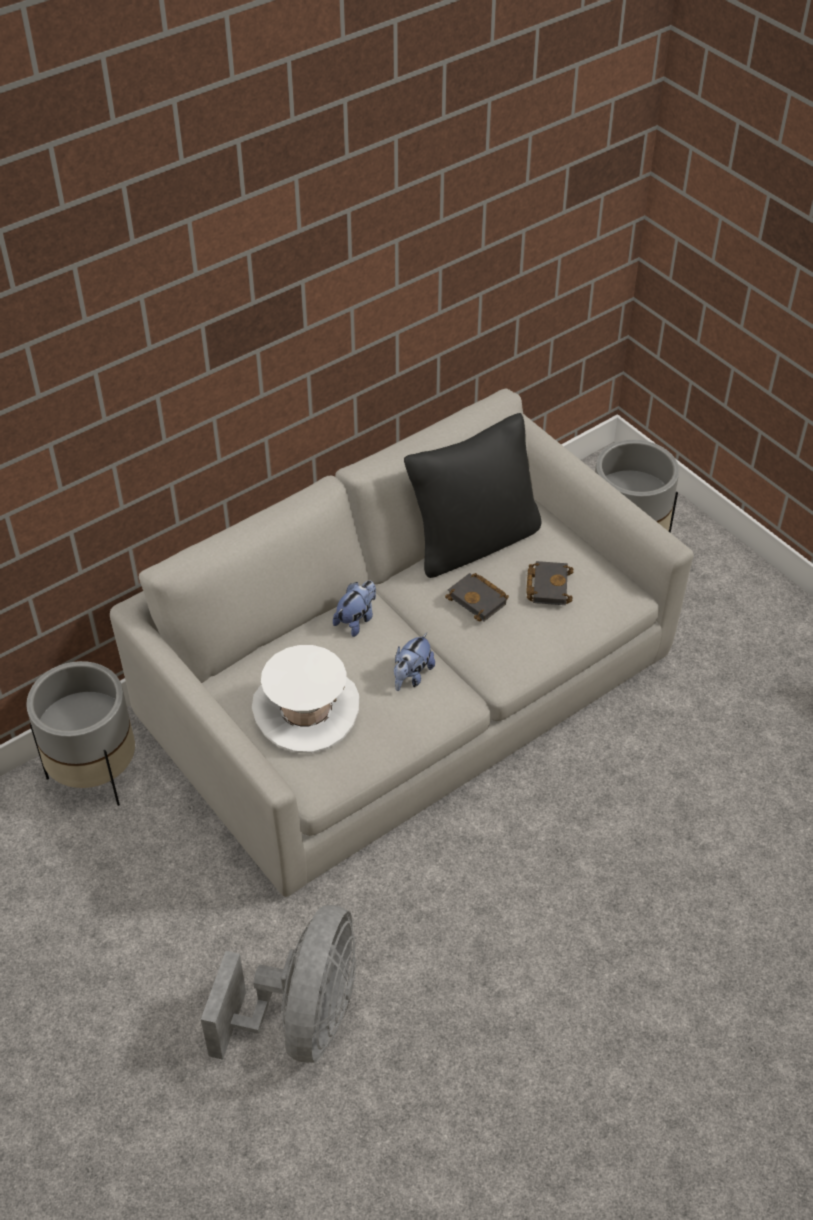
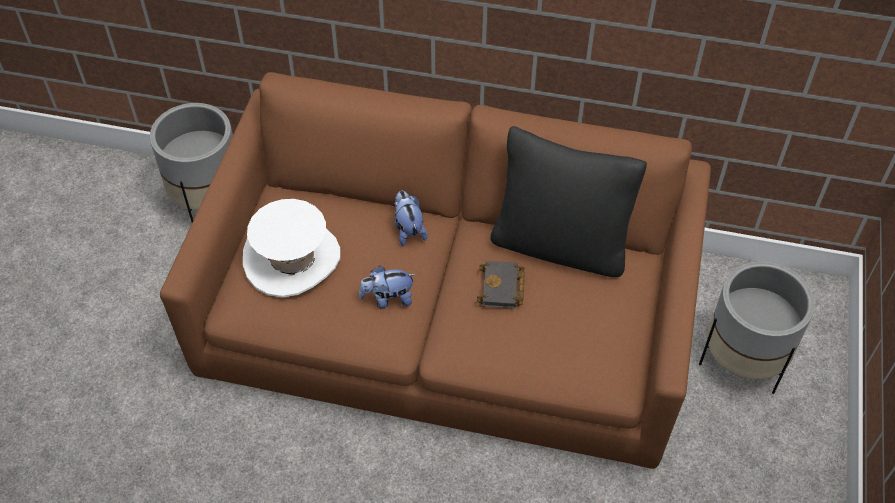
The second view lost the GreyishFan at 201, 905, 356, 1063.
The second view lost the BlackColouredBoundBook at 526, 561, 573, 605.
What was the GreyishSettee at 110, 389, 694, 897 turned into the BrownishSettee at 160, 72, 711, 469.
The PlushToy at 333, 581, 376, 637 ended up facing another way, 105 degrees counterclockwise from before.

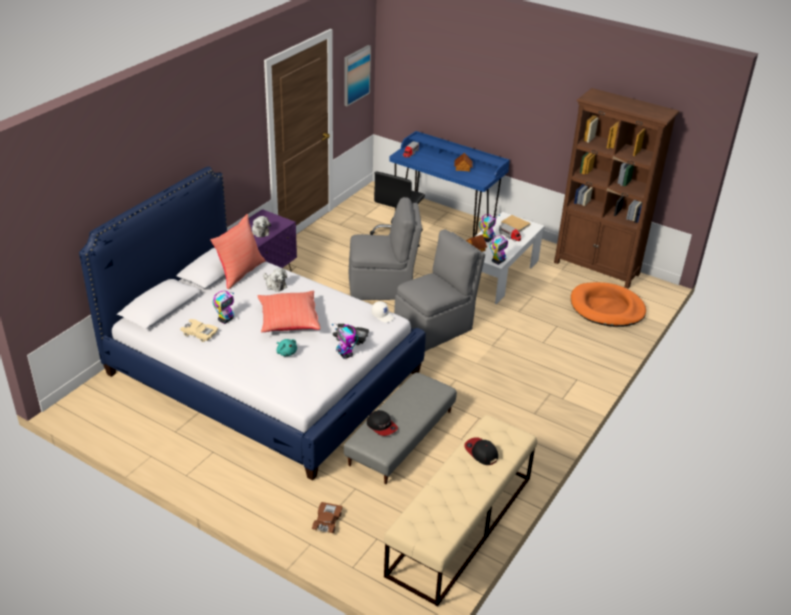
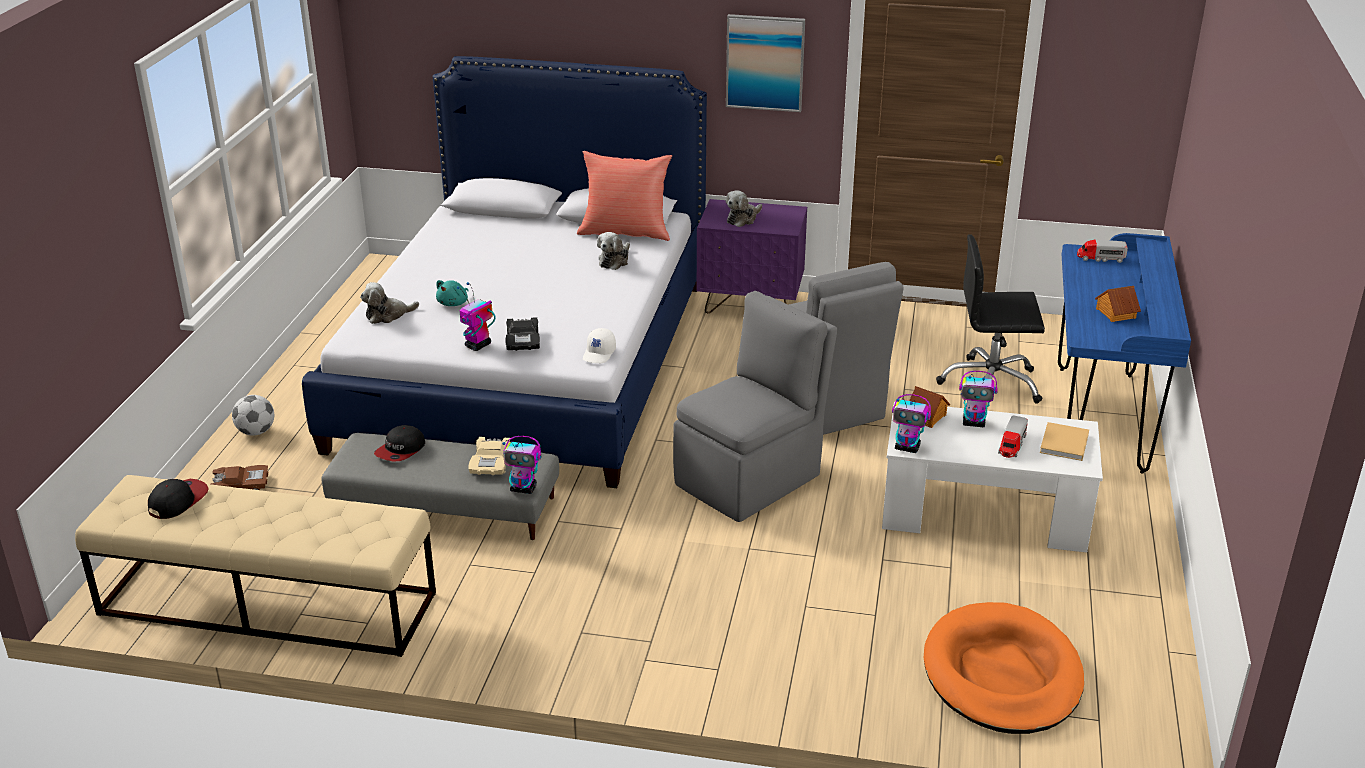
The second view lost the ReddishThrowPillow at 257, 290, 321, 332.
The second view lost the BrownishBookcase at 554, 88, 679, 289.
The second view gained the Football at 232, 395, 274, 435.
The second view gained the PlushToy at 360, 282, 419, 324.
The BeigeModelCar ended up elsewhere, having gone from 180, 319, 218, 342 to 468, 437, 510, 475.
The RobotFigure ended up elsewhere, having gone from 213, 291, 234, 324 to 502, 436, 541, 494.
The WallArt ended up elsewhere, having gone from 344, 45, 371, 106 to 726, 14, 805, 112.
The PeakedCap ended up elsewhere, having gone from 464, 437, 498, 465 to 148, 479, 209, 519.
The GreyishChair at 394, 229, 485, 351 ended up facing another way, 75 degrees counterclockwise from before.

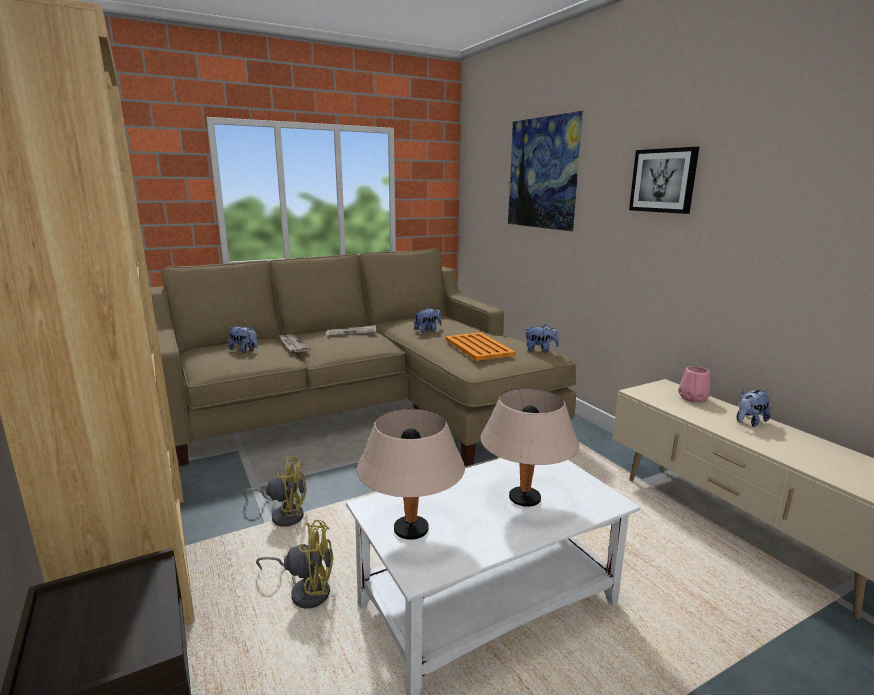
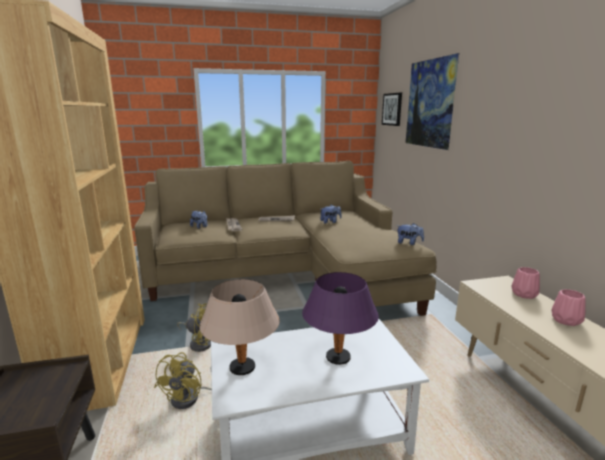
The second view lost the OrangeColouredTray at 445, 332, 515, 361.
The WallArt ended up elsewhere, having gone from 629, 147, 699, 214 to 382, 93, 402, 126.
Where the PlushToy stood at 736, 389, 771, 427, the PinkColouredVase came to stand at 552, 289, 586, 326.
What was the BeigeTableLamp at 480, 388, 579, 507 turned into the PurpleTableLamp at 302, 272, 379, 365.
The YellowishFan at 256, 520, 333, 608 ended up facing another way, 90 degrees clockwise from before.

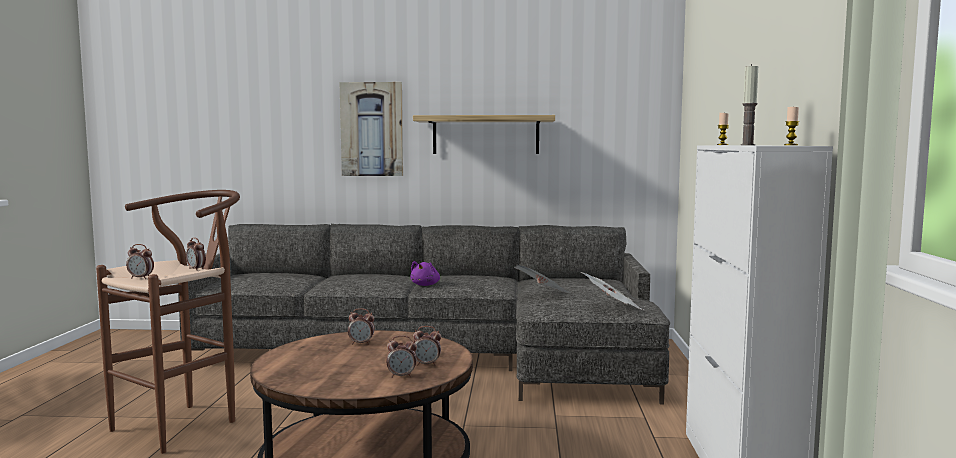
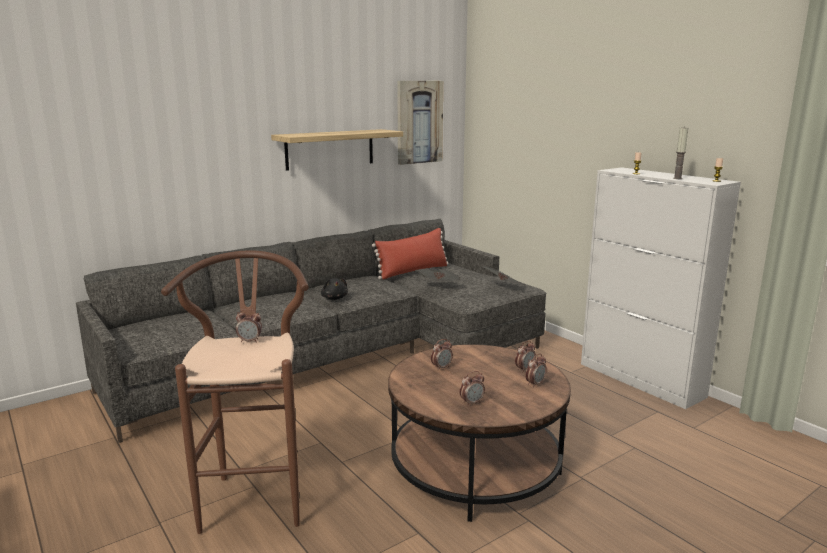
The second view gained the ReddishThrowPillow at 372, 228, 449, 280.
The TableClock ended up elsewhere, having gone from 126, 244, 154, 279 to 459, 371, 485, 406.
The WallArt ended up elsewhere, having gone from 339, 82, 403, 176 to 397, 81, 443, 165.
What was the PurplePlushToy at 411, 261, 440, 286 turned into the BlackColouredPlushToy at 321, 278, 348, 300.

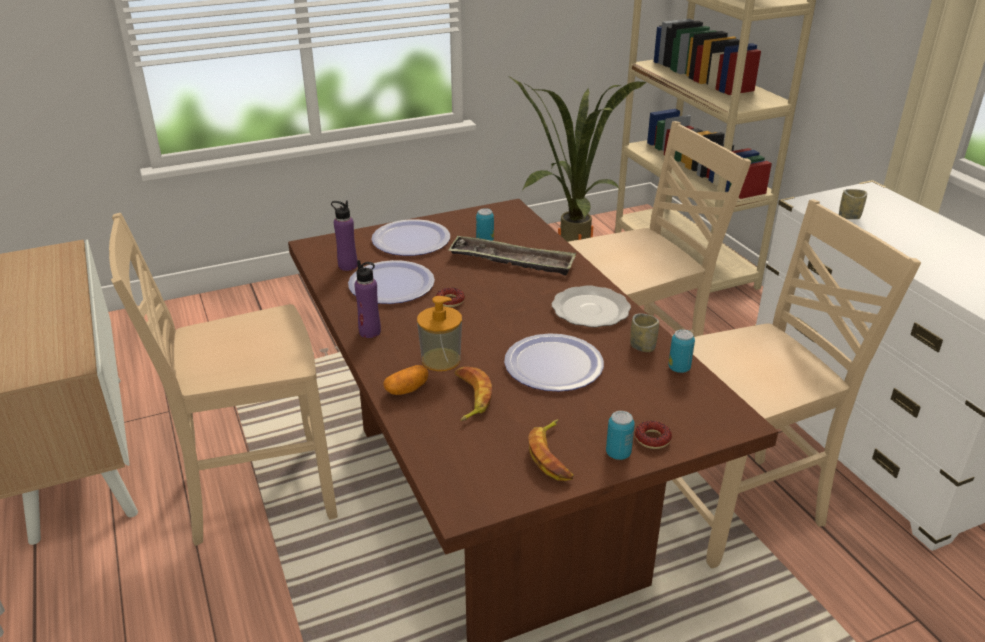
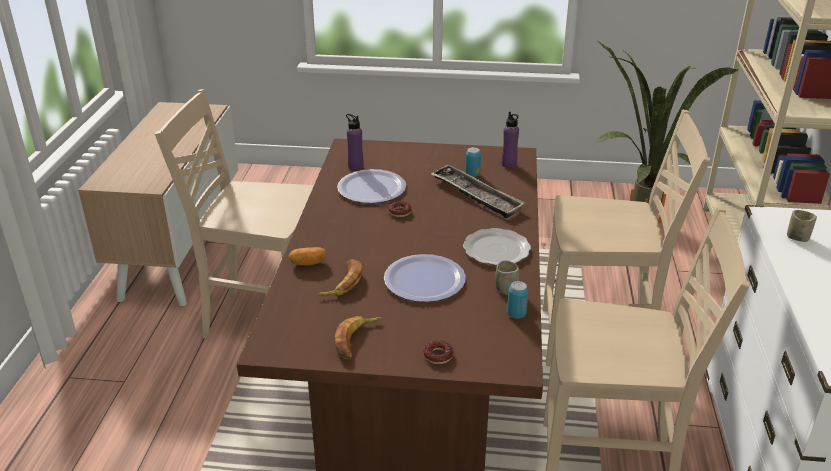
The second view lost the FlatDish at 371, 219, 450, 256.
The second view lost the LiquidSoapBottle at 417, 296, 462, 371.
The second view lost the MetalCan at 606, 411, 635, 460.
The PurpleBottle ended up elsewhere, having gone from 354, 260, 381, 338 to 502, 112, 519, 168.

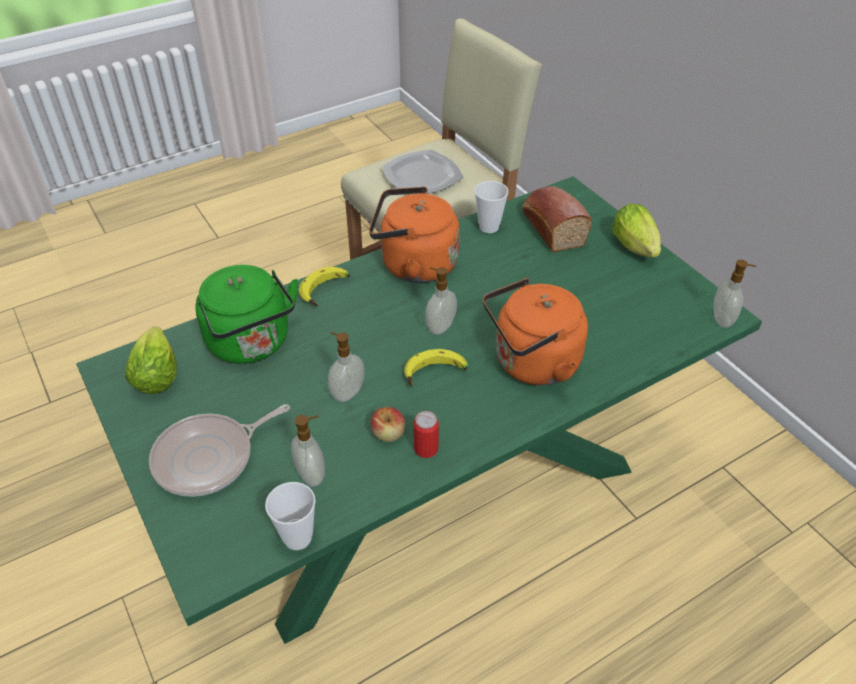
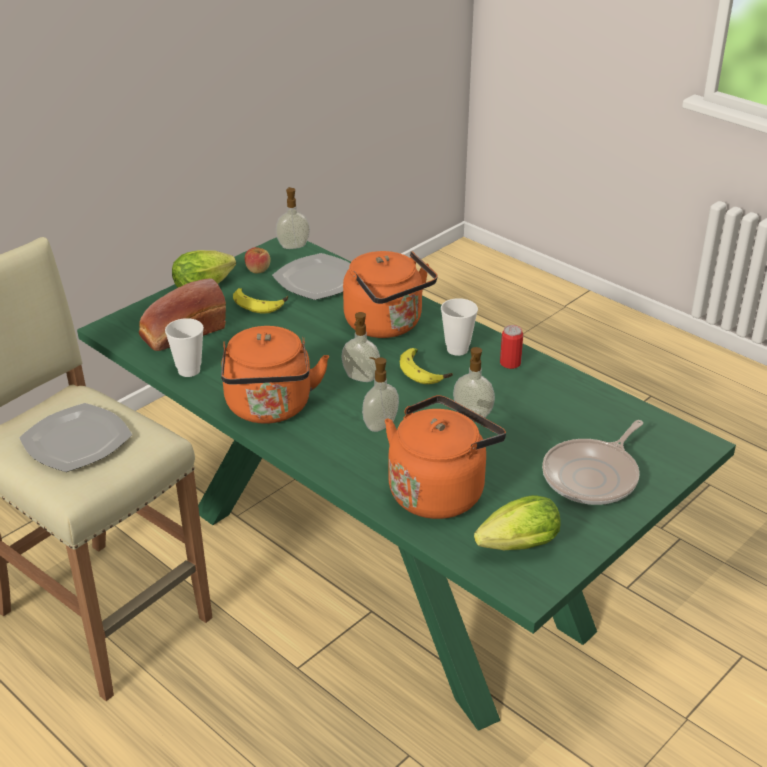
The second view gained the FlatDish at 272, 253, 350, 300.
The SmallCup ended up elsewhere, having gone from 265, 482, 316, 550 to 441, 298, 478, 356.
The LiquidSoapBottle ended up elsewhere, having gone from 291, 415, 325, 487 to 362, 357, 399, 432.
The WholeBanana ended up elsewhere, having gone from 299, 267, 350, 307 to 233, 288, 288, 314.
The WholeApple ended up elsewhere, having gone from 371, 407, 406, 442 to 245, 247, 271, 273.
What was the GreenishWaterKettle at 195, 265, 299, 364 turned into the OrangeColouredWaterKettle at 385, 395, 506, 519.
The Skillet at 149, 404, 290, 497 ended up facing another way, 90 degrees clockwise from before.

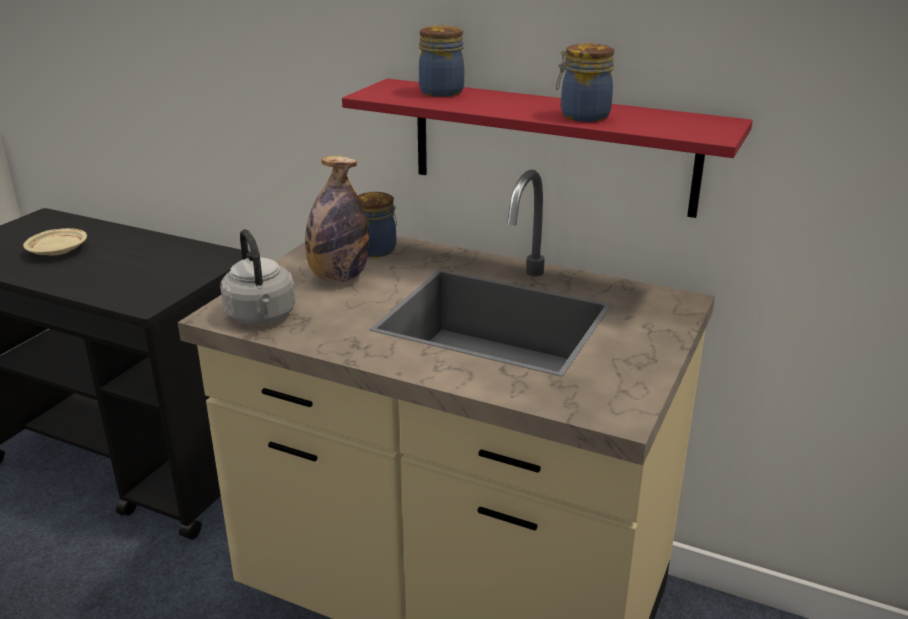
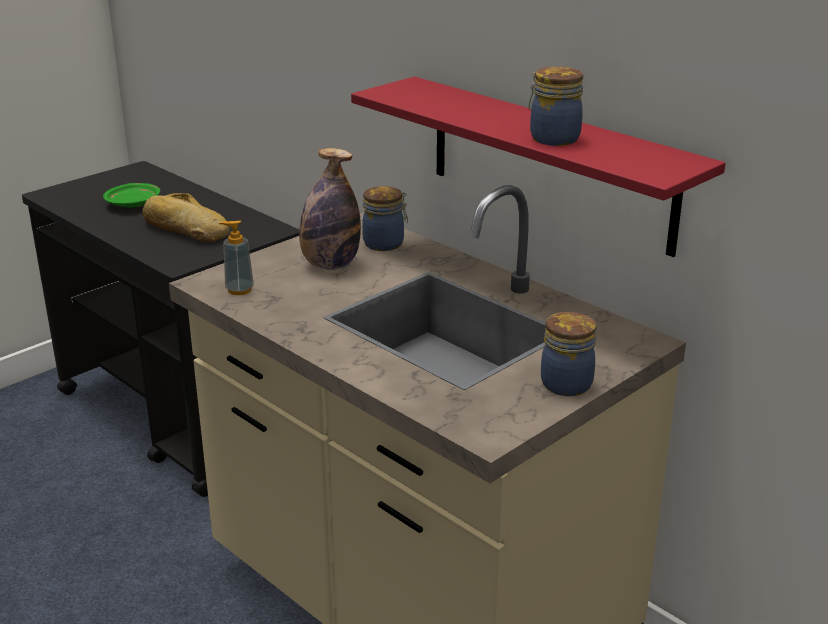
The second view gained the BakeryBread at 142, 193, 229, 243.
The StorageJar ended up elsewhere, having gone from 419, 25, 464, 97 to 541, 312, 596, 396.
Where the GreyishWaterKettle stood at 220, 229, 296, 325, the LiquidSoapBottle came to stand at 219, 220, 254, 295.
What was the BeigeFlatDish at 23, 228, 87, 256 turned into the GreenishFlatDish at 103, 183, 160, 207.

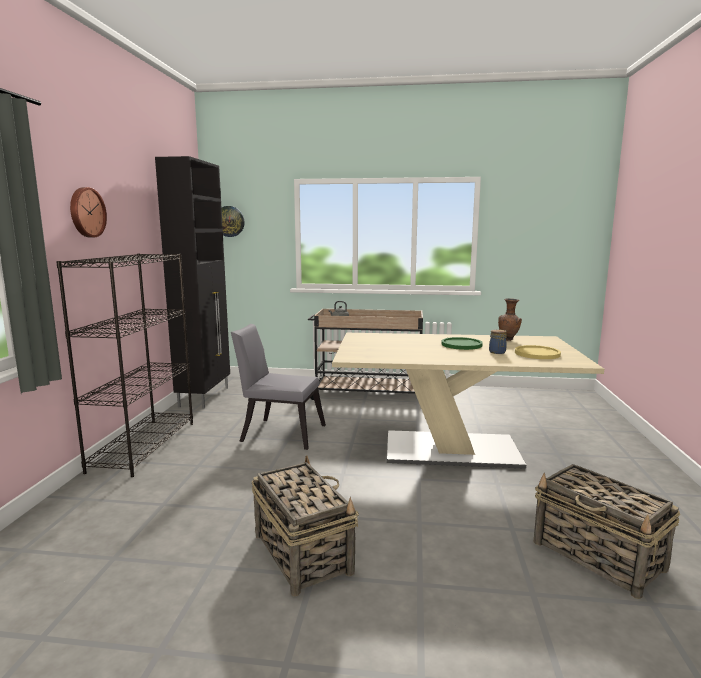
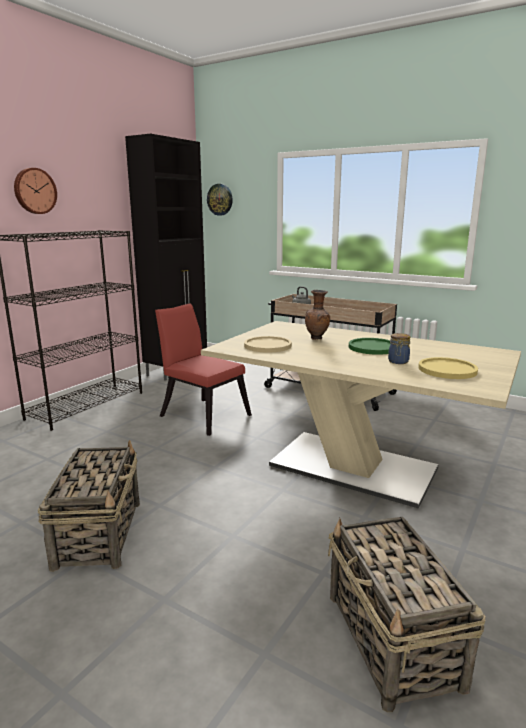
The second view gained the BeigeFlatDish at 244, 336, 292, 353.
The BrownishVase ended up elsewhere, having gone from 498, 298, 522, 341 to 305, 290, 330, 340.
What was the GreyishChair at 231, 324, 326, 450 turned into the ReddishChair at 155, 303, 252, 436.

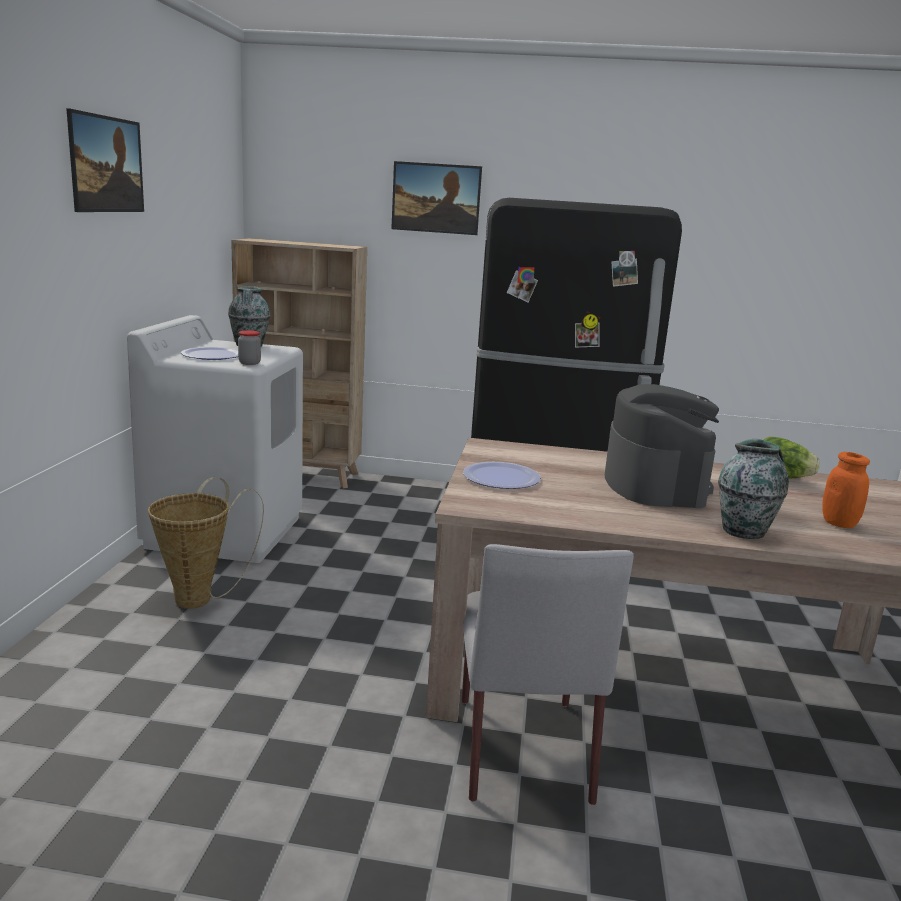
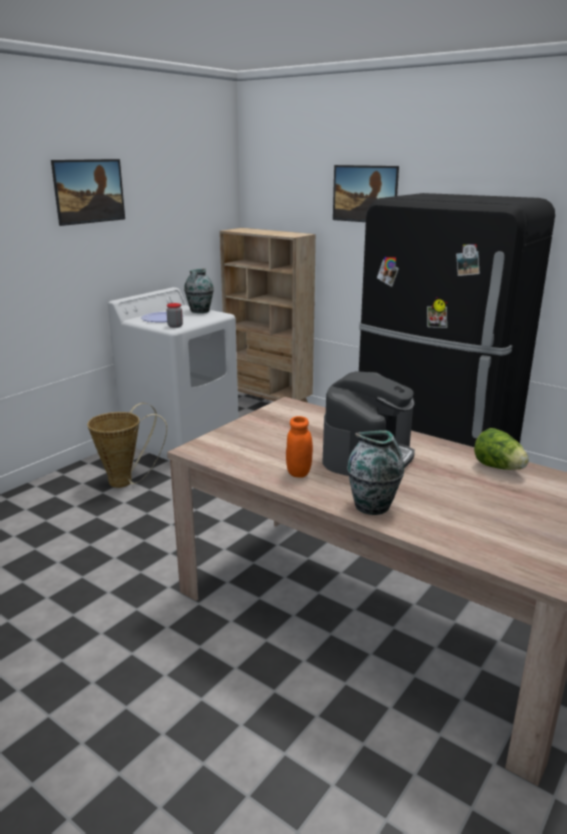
The second view lost the GreyishChair at 462, 544, 634, 805.
The second view lost the FlatDish at 463, 462, 541, 489.
The OrangeColouredStorageJar ended up elsewhere, having gone from 822, 452, 870, 528 to 286, 416, 313, 478.

